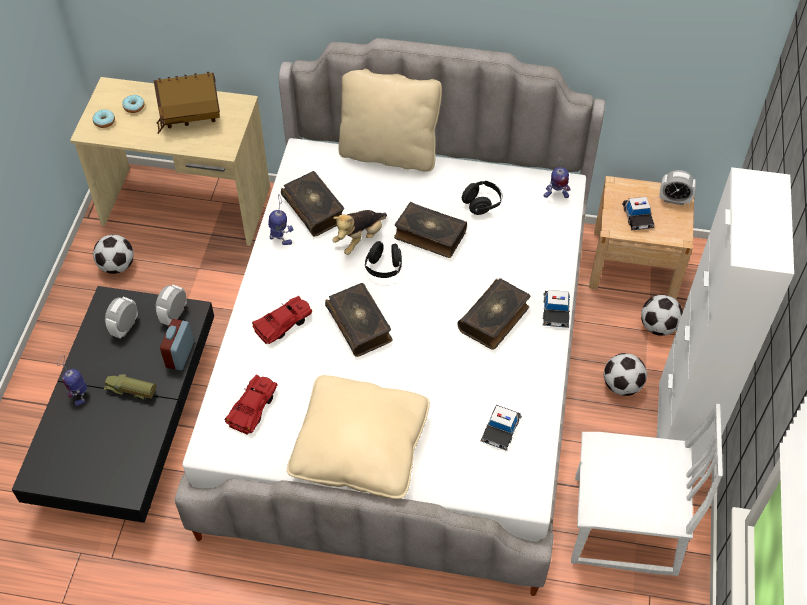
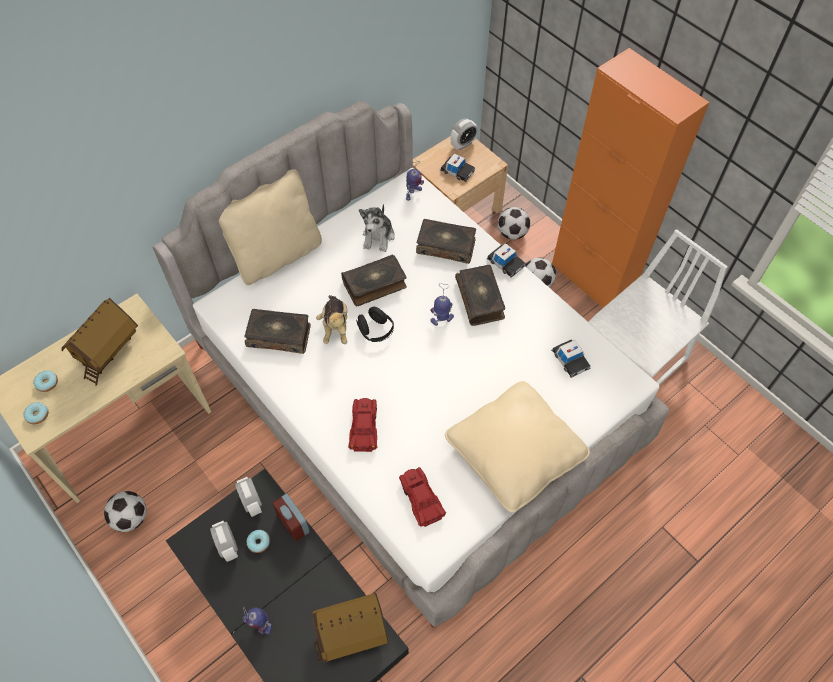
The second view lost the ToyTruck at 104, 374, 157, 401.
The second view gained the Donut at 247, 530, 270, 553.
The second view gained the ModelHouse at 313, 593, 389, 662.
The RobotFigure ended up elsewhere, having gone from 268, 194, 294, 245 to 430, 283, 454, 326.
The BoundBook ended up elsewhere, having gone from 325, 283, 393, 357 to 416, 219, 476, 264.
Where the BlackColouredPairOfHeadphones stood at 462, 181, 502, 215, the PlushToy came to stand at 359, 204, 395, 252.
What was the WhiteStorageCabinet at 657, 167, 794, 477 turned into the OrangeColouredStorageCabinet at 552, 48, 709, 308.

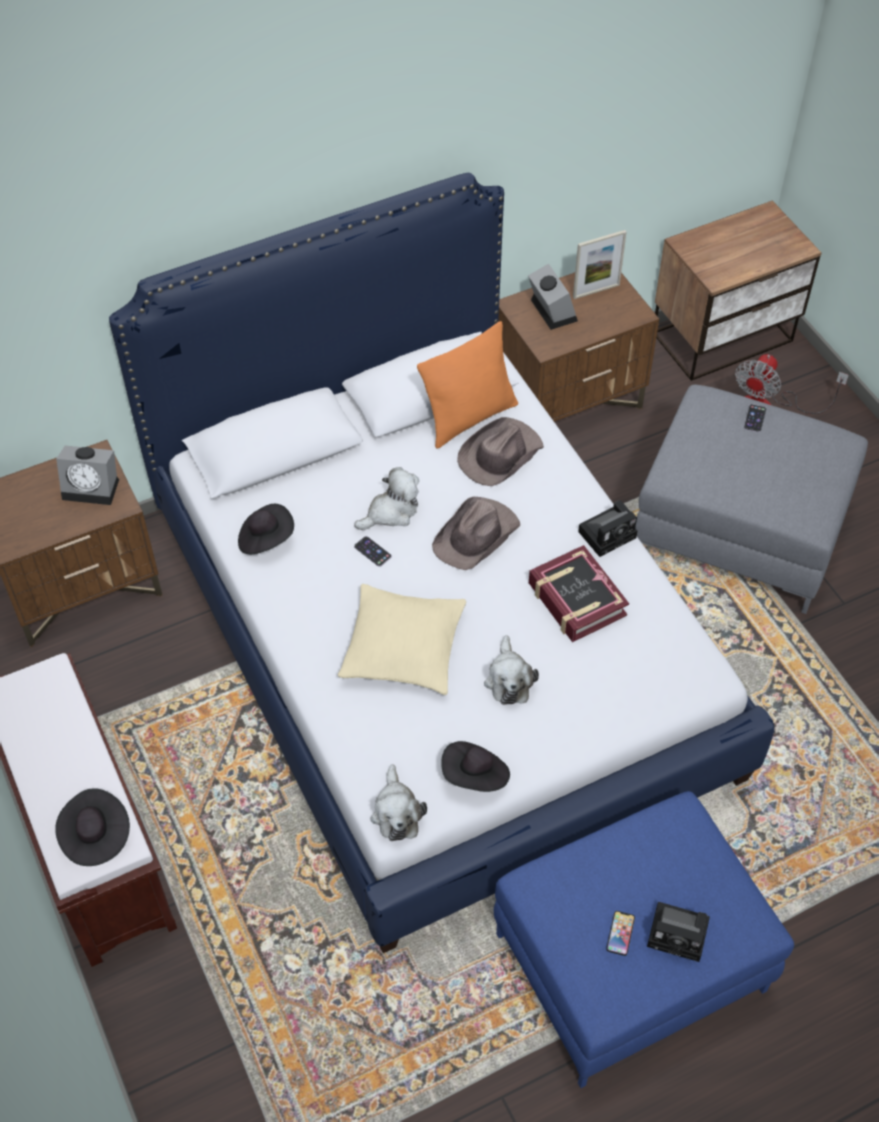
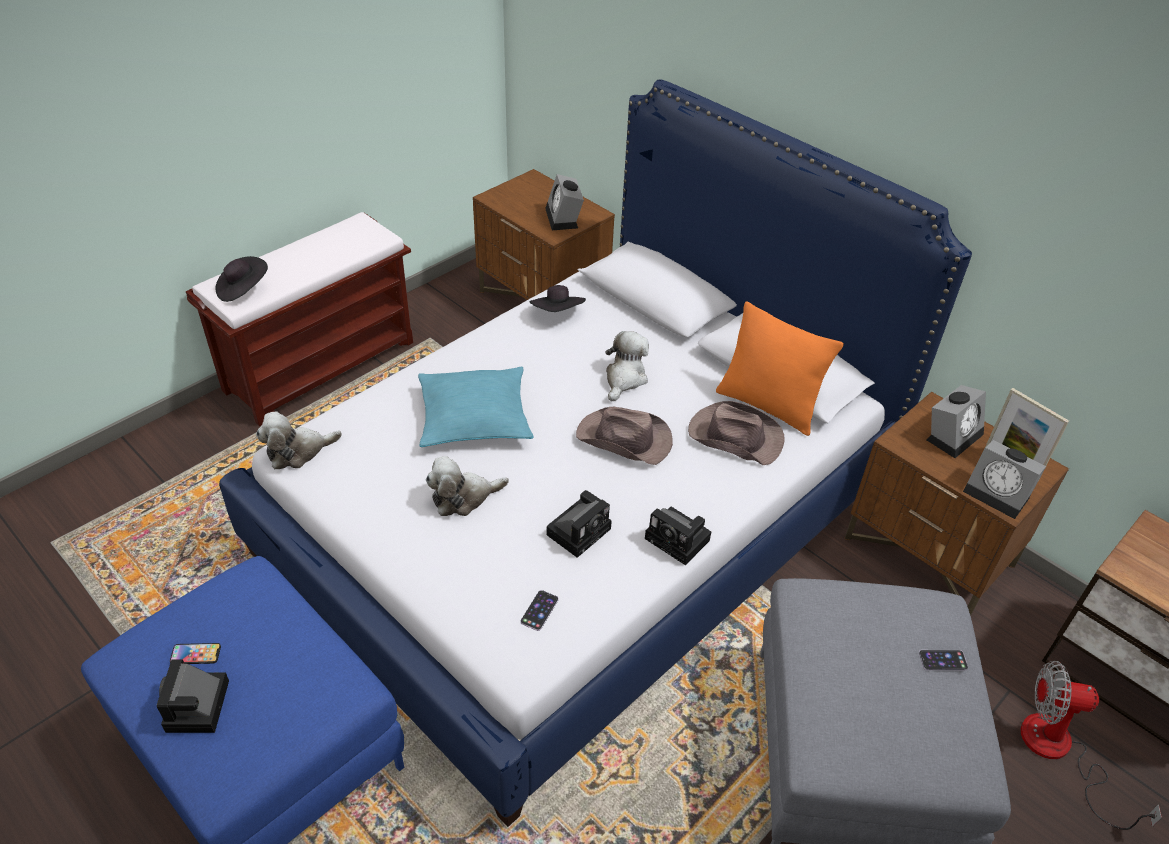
The second view lost the BlackColouredClothingHat at 441, 741, 510, 792.
The second view gained the TableClock at 963, 440, 1046, 519.
The Handset ended up elsewhere, having gone from 354, 536, 392, 567 to 520, 590, 559, 631.
Where the BoundBook stood at 529, 545, 629, 642, the StillCamera came to stand at 547, 490, 612, 558.
What was the BeigeThrowPillow at 338, 584, 466, 695 turned into the BlueGreenThrowPillow at 418, 367, 533, 447.
The PlushToy at 354, 467, 419, 530 ended up facing another way, 105 degrees counterclockwise from before.

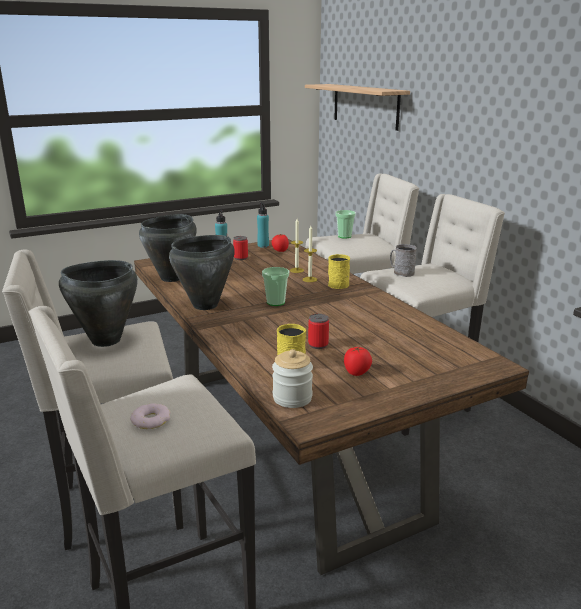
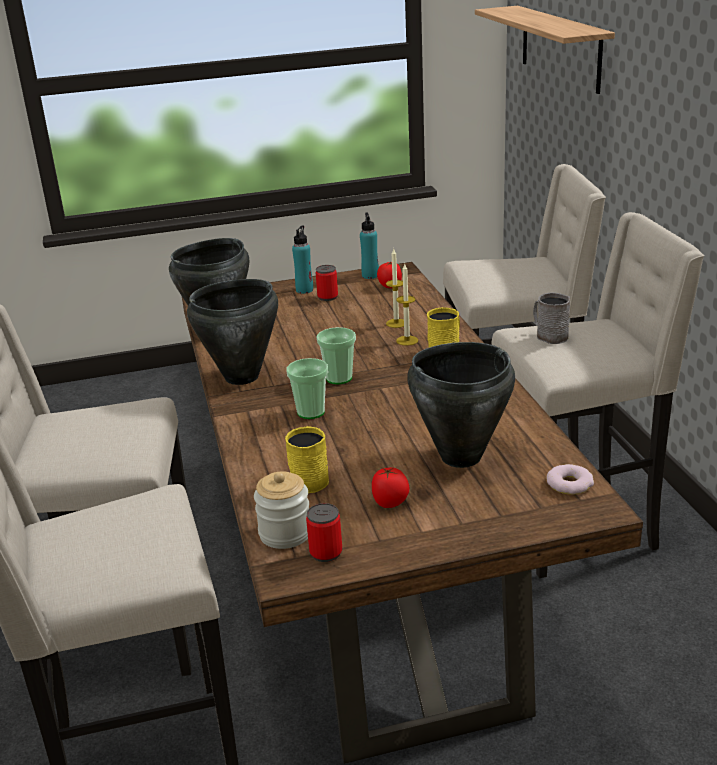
The BlackColouredStockpot ended up elsewhere, having gone from 59, 260, 138, 347 to 407, 342, 515, 468.
The Donut ended up elsewhere, having gone from 130, 403, 170, 429 to 546, 464, 594, 495.
The MetalCan ended up elsewhere, having gone from 308, 314, 329, 349 to 306, 503, 342, 562.
The SmallCup ended up elsewhere, having gone from 335, 210, 356, 239 to 287, 358, 328, 419.

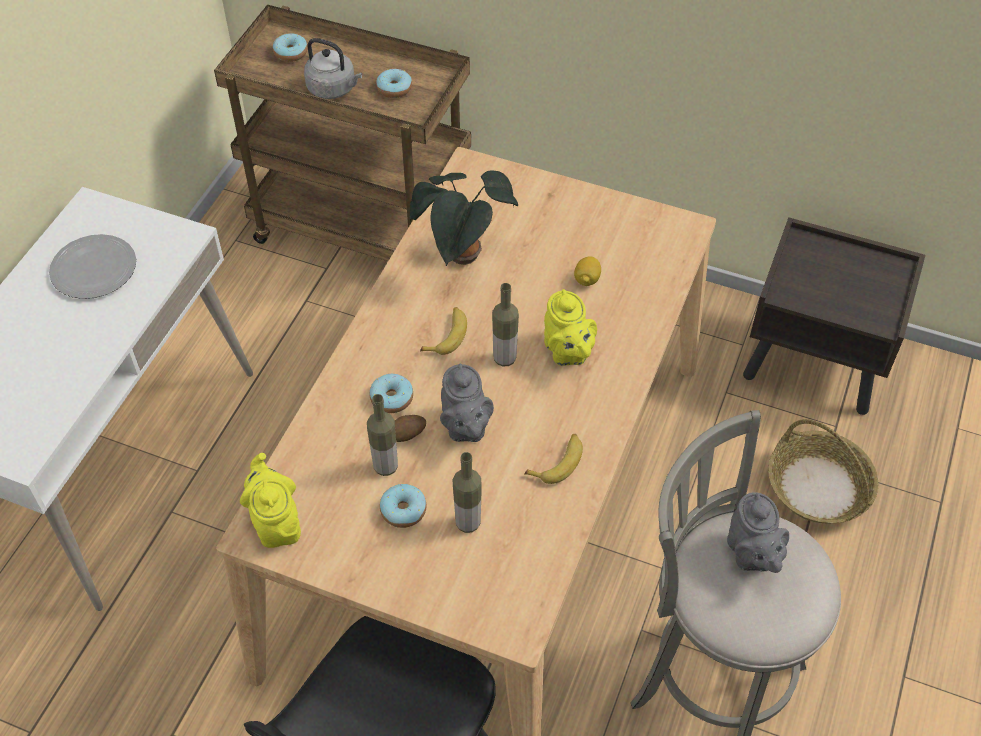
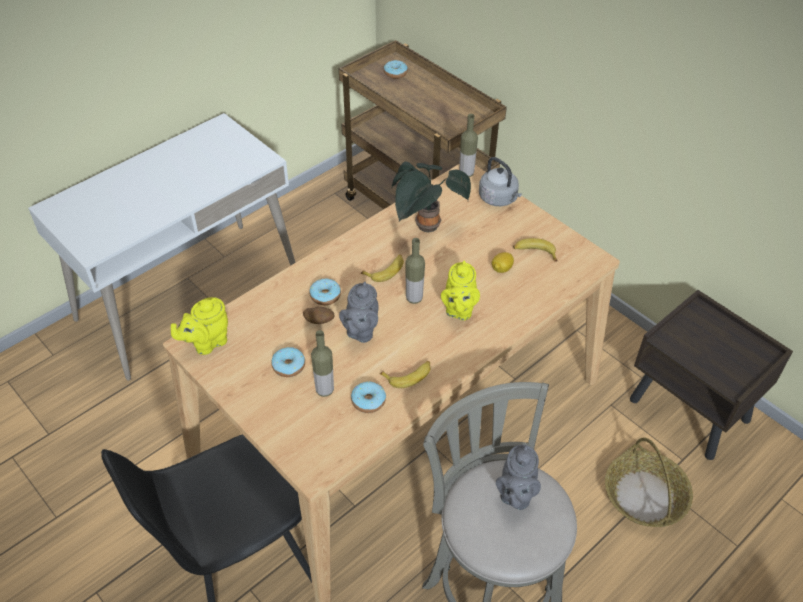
The second view lost the FlatDish at 49, 234, 136, 299.
The second view gained the WholeBanana at 513, 238, 558, 261.
The GreyishWaterKettle ended up elsewhere, having gone from 304, 38, 362, 99 to 479, 157, 522, 206.
The Bottle ended up elsewhere, having gone from 367, 394, 398, 476 to 459, 114, 478, 177.
The Donut ended up elsewhere, having gone from 376, 69, 412, 98 to 351, 382, 386, 413.
The YellowishPotForTea at 240, 453, 301, 548 ended up facing another way, 135 degrees counterclockwise from before.

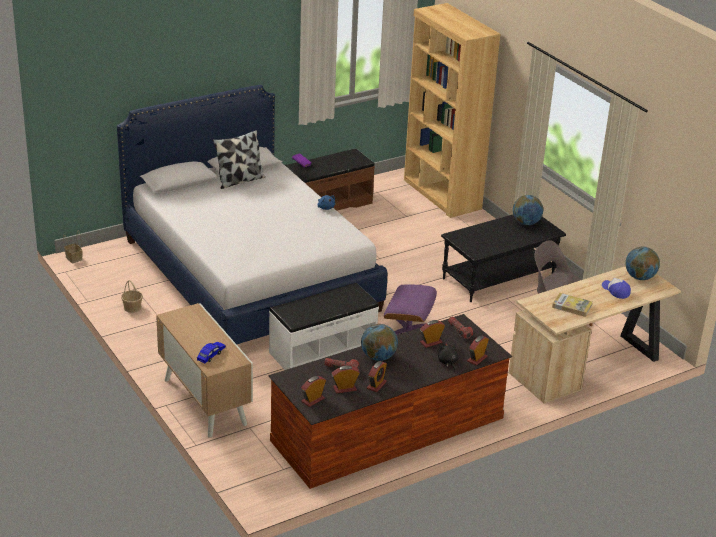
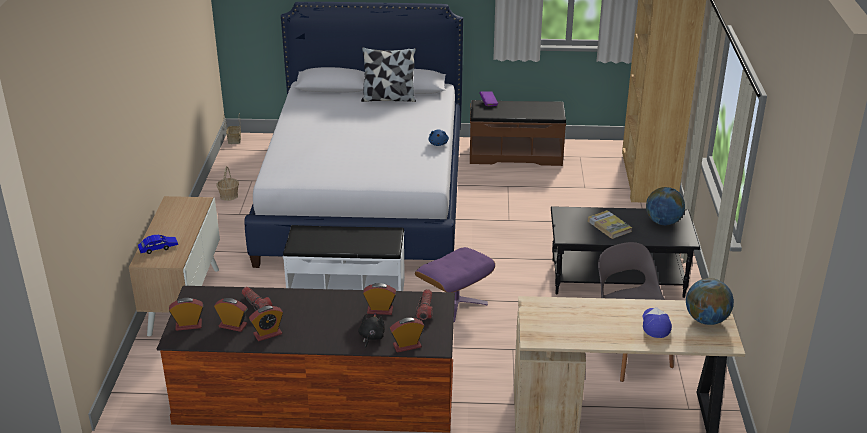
The second view lost the WorldGlobe at 361, 324, 398, 361.
The BoundBook ended up elsewhere, having gone from 552, 293, 593, 317 to 588, 210, 632, 239.

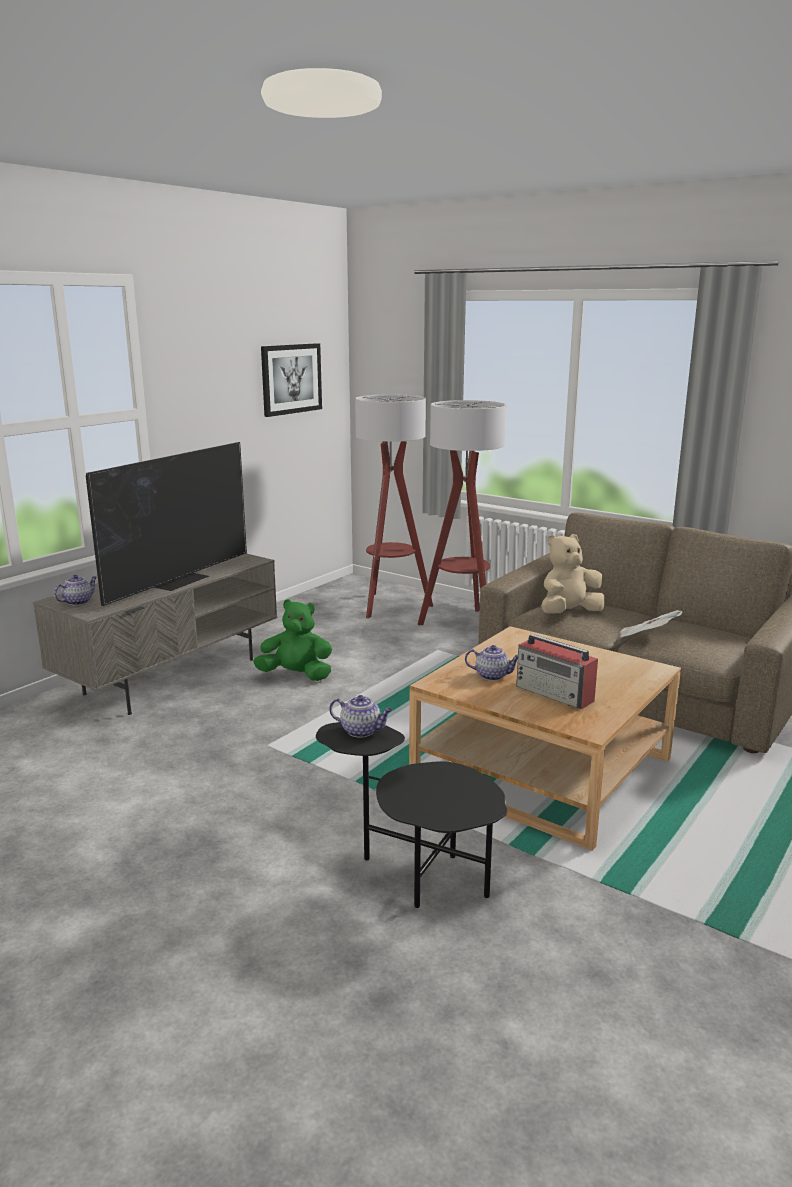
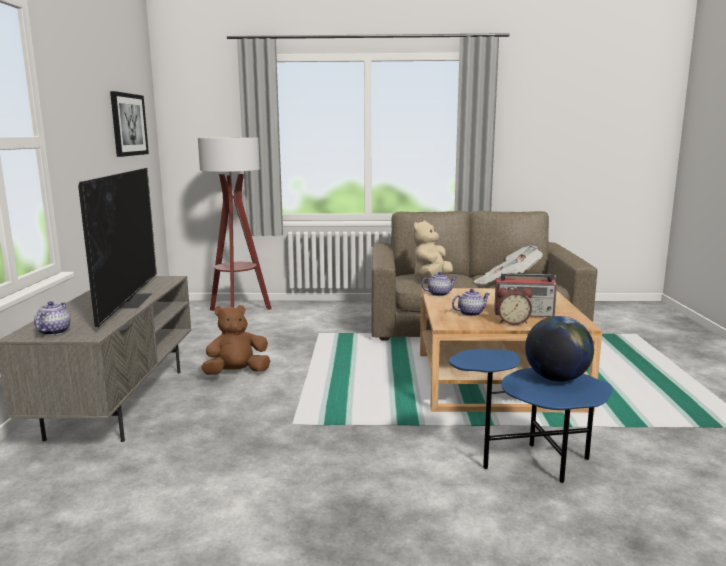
The second view lost the FloorLamp at 418, 400, 506, 625.
The second view gained the TableClock at 496, 287, 532, 325.
The second view gained the DailyPaper at 503, 246, 543, 273.
The second view gained the WorldGlobe at 525, 316, 594, 382.
The PotForTea ended up elsewhere, having gone from 329, 695, 392, 738 to 421, 272, 457, 296.
What was the GreenishPlushToy at 253, 599, 332, 681 turned into the BrownishPlushToy at 201, 305, 270, 375.
What was the BlackColouredSideTable at 316, 722, 508, 908 turned into the BlueColouredSideTable at 449, 349, 613, 483.

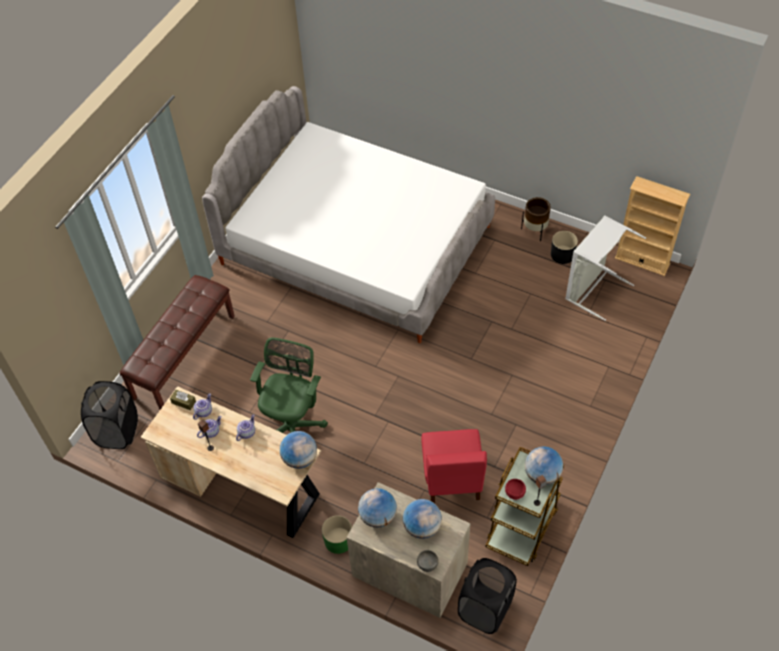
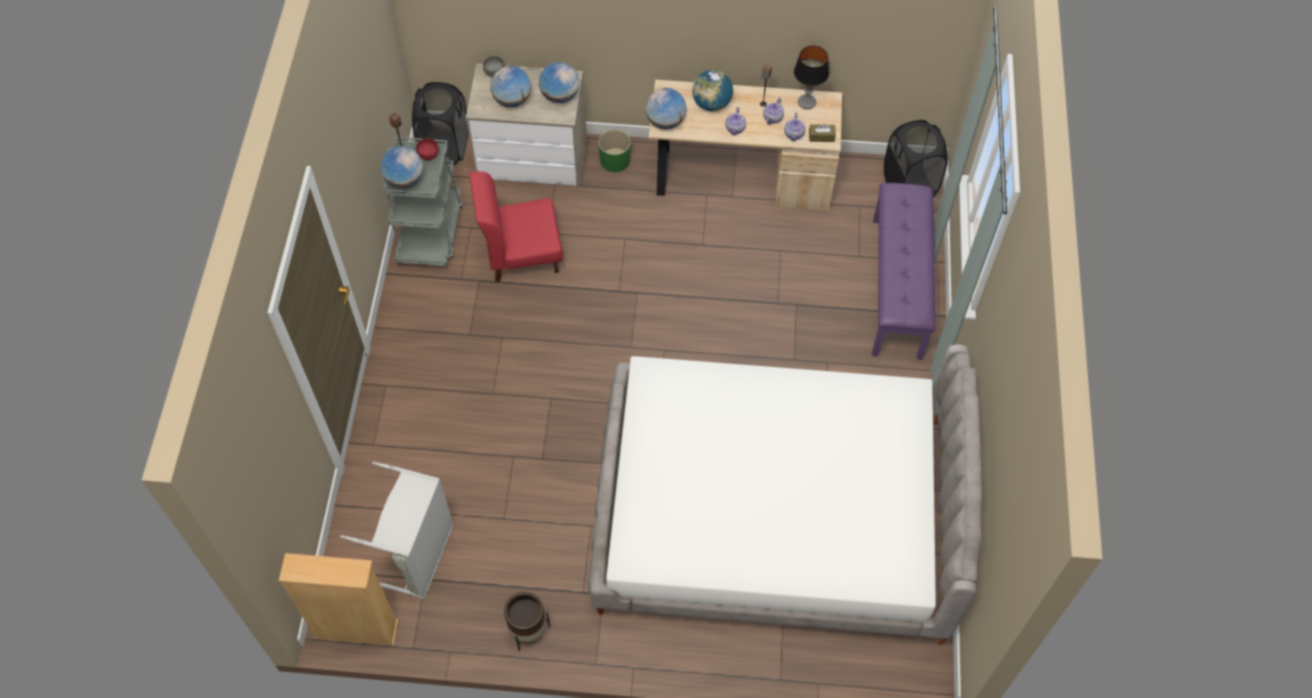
The second view lost the GreenishComputerChair at 250, 338, 328, 433.
The second view lost the BlackColouredPlantPot at 551, 231, 578, 264.
The second view gained the WorldGlobe at 692, 70, 733, 111.
The second view gained the TableLamp at 794, 46, 829, 110.
What was the BrownishLongSeat at 120, 275, 235, 410 turned into the PurpleLongSeat at 872, 183, 935, 360.
What was the BrownishTrolley at 485, 447, 564, 566 turned into the GreyishTrolley at 383, 137, 463, 266.
The ReddishChair at 421, 429, 487, 504 ended up facing another way, 75 degrees counterclockwise from before.

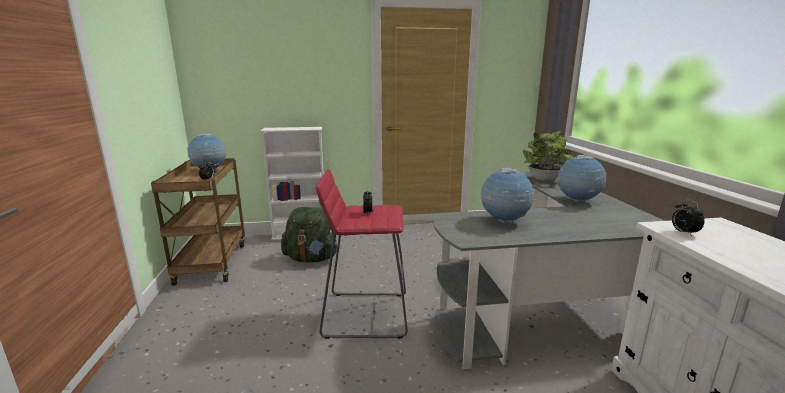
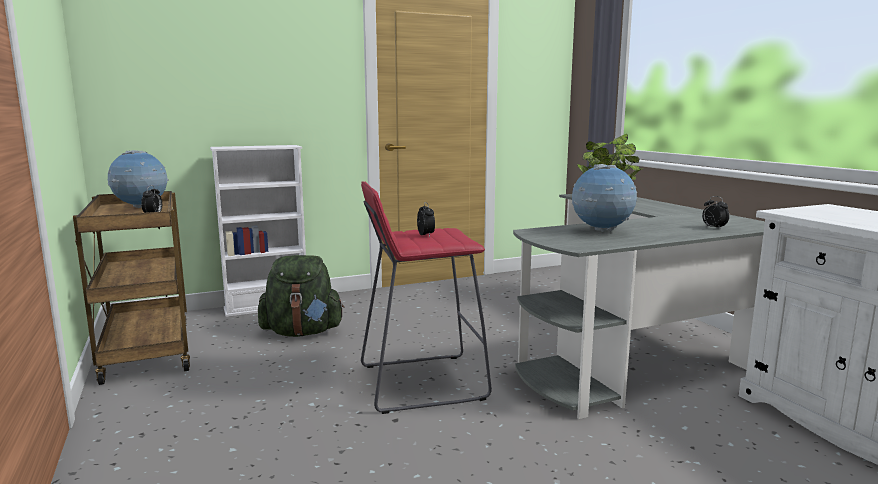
The second view lost the WorldGlobe at 556, 155, 606, 202.
The TableClock ended up elsewhere, having gone from 672, 199, 704, 237 to 702, 196, 730, 230.

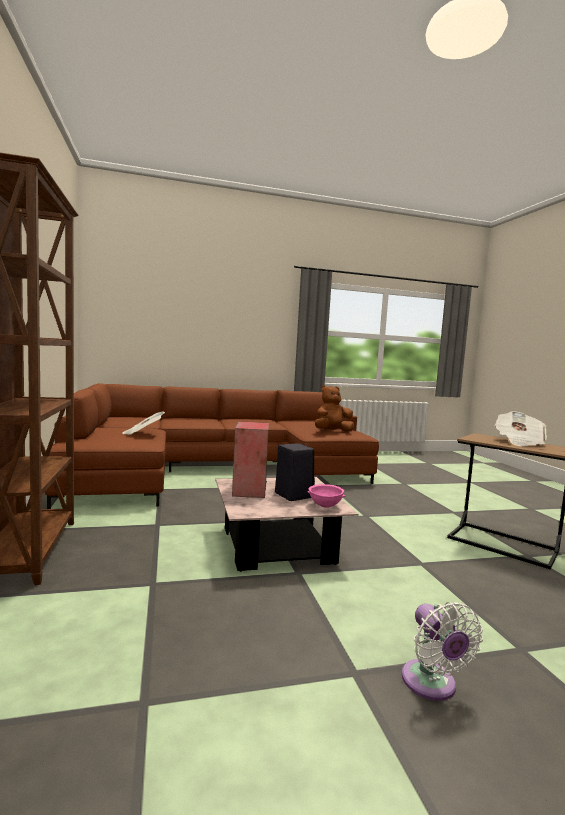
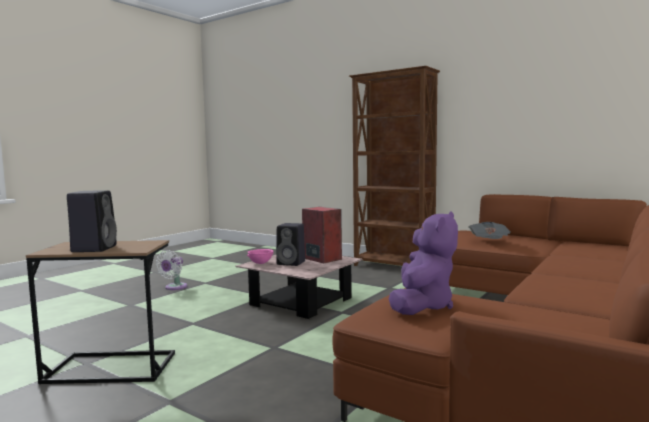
Where the DailyPaper stood at 494, 411, 547, 446, the BlackColouredAudioSpeaker came to stand at 67, 190, 117, 252.
What was the BrownishPlushToy at 315, 385, 354, 432 turned into the PurplePlushToy at 389, 211, 458, 315.
The WhiteFan at 402, 602, 483, 701 ended up facing another way, 105 degrees counterclockwise from before.

